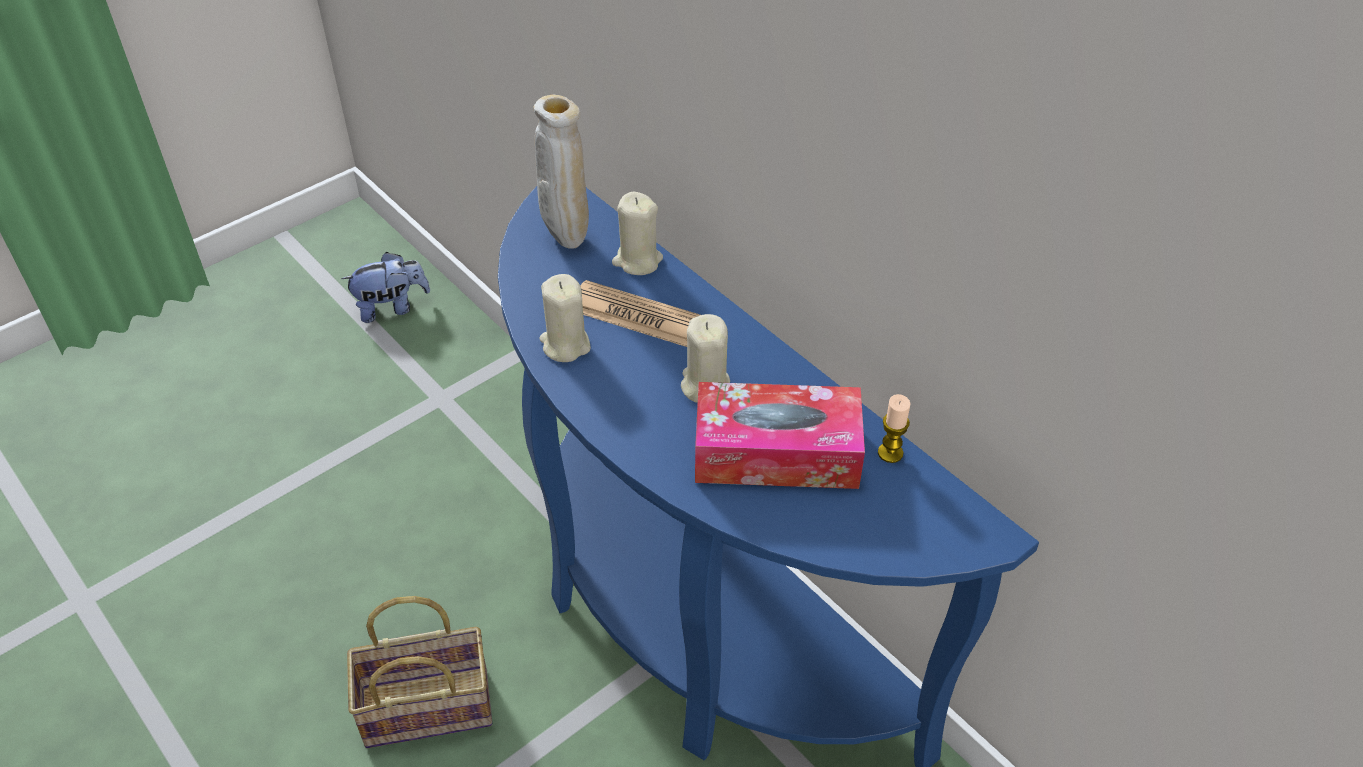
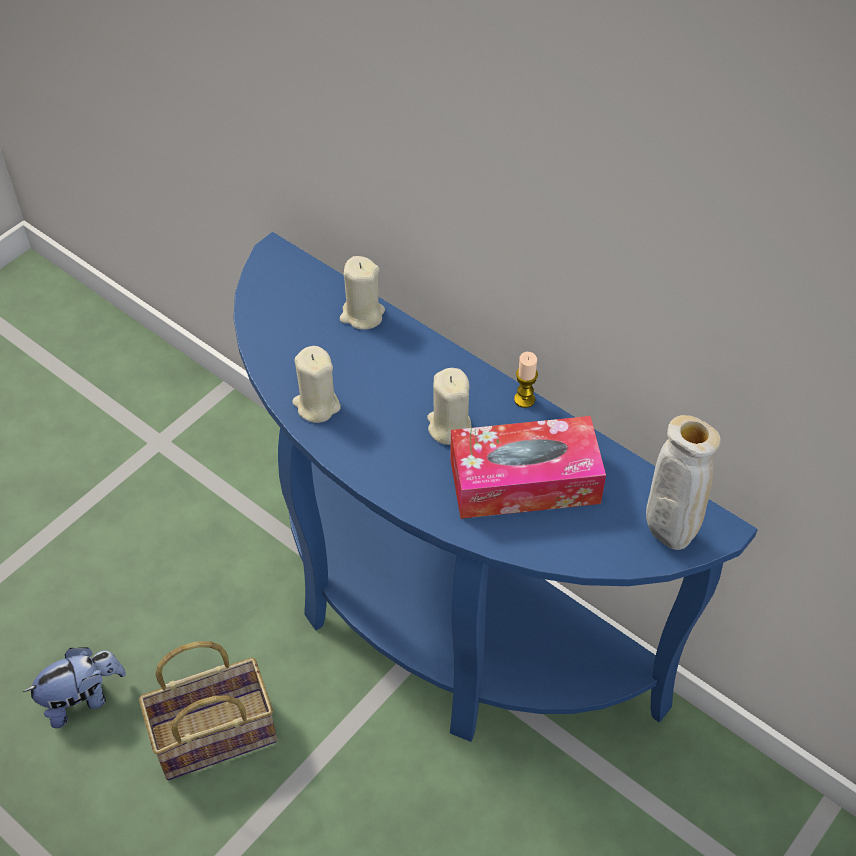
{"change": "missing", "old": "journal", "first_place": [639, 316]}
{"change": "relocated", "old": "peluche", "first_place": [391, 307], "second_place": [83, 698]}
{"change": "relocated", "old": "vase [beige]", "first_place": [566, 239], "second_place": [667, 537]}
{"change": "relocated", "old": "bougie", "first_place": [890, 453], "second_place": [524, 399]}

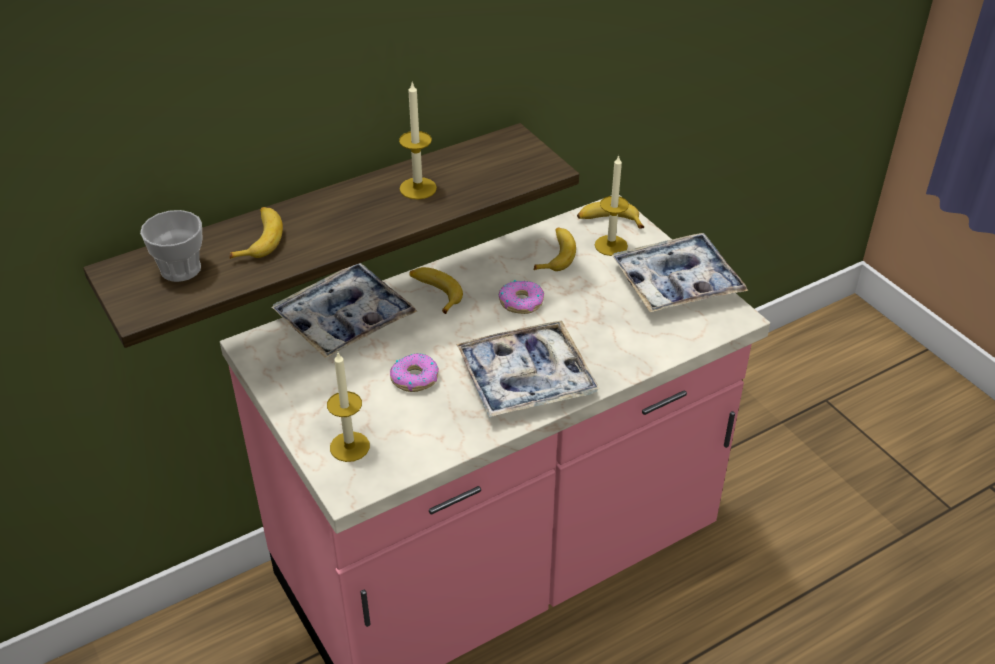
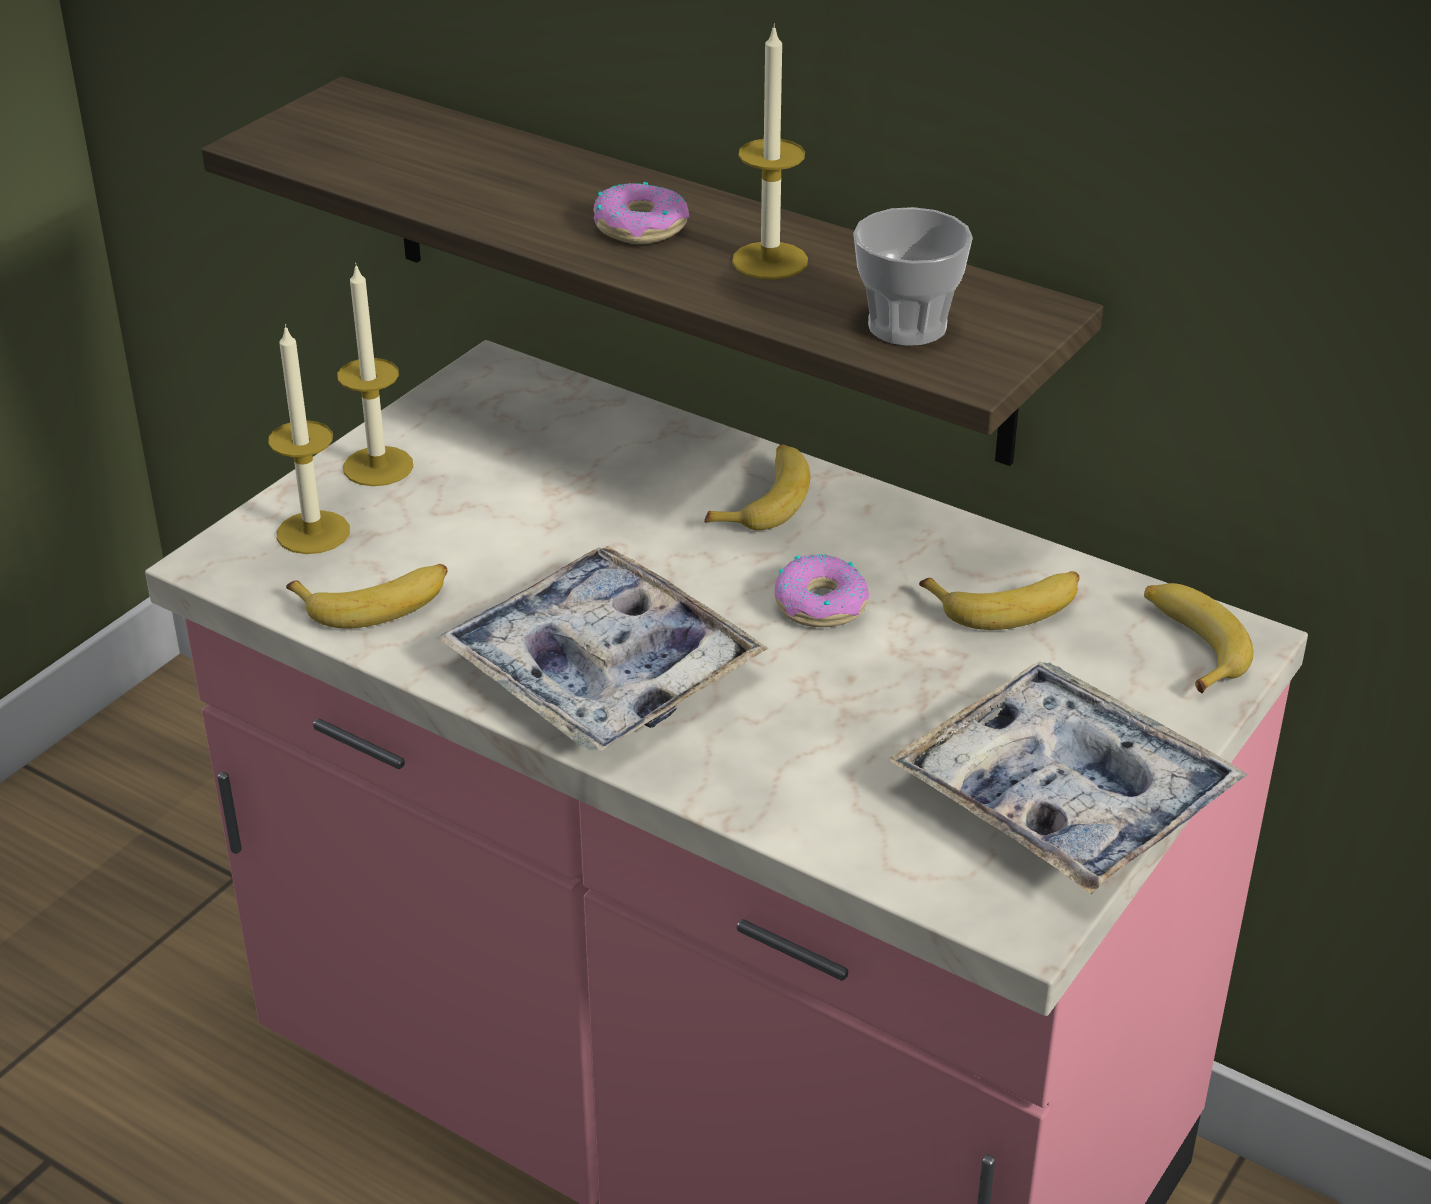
{"change": "missing", "old": "plateau", "first_place": [345, 319]}
{"change": "relocated", "old": "tasse", "first_place": [180, 269], "second_place": [907, 326]}
{"change": "relocated", "old": "banane", "first_place": [260, 239], "second_place": [375, 603]}
{"change": "relocated", "old": "beignet", "first_place": [414, 378], "second_place": [640, 227]}
{"change": "relocated", "old": "bougie", "first_place": [611, 245], "second_place": [378, 466]}

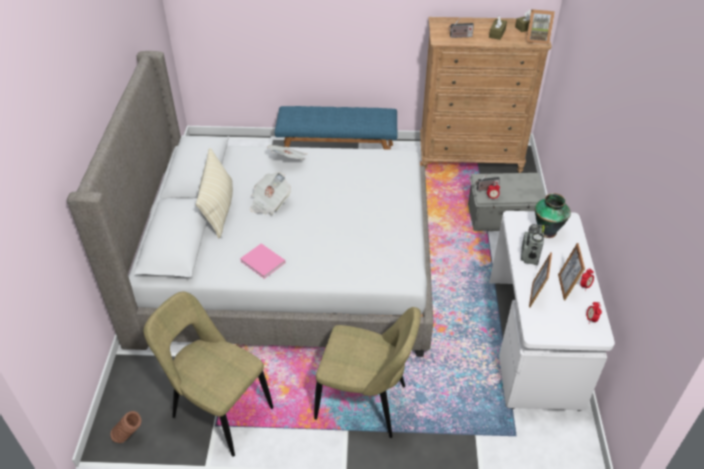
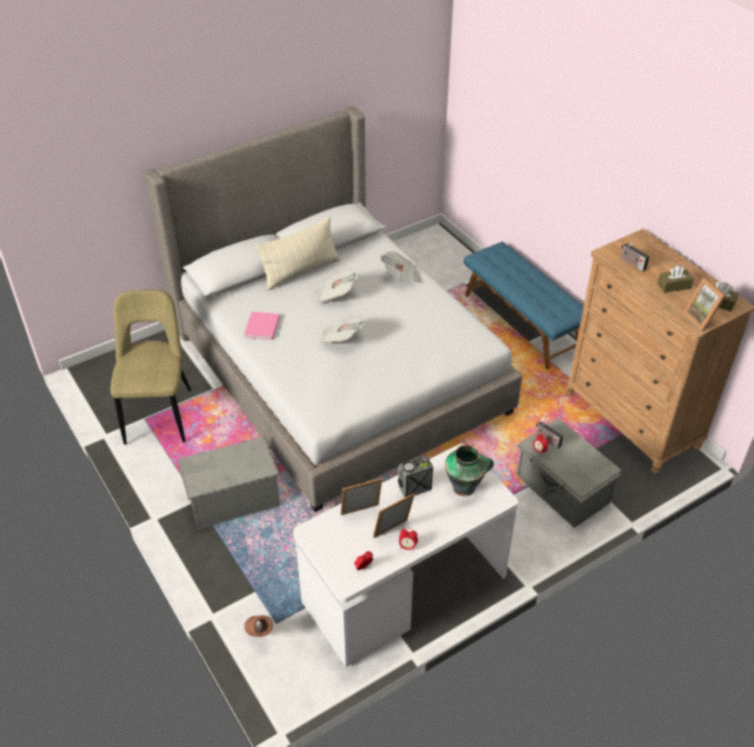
{"change": "appeared", "new": "journal", "second_place": [341, 338]}
{"change": "relocated", "old": "vase [marron]", "first_place": [130, 437], "second_place": [260, 637]}
{"change": "exchanged", "old": "chaise [beige]", "new": "boîte de rangement [gris]", "first_place": [365, 403], "second_place": [232, 498]}

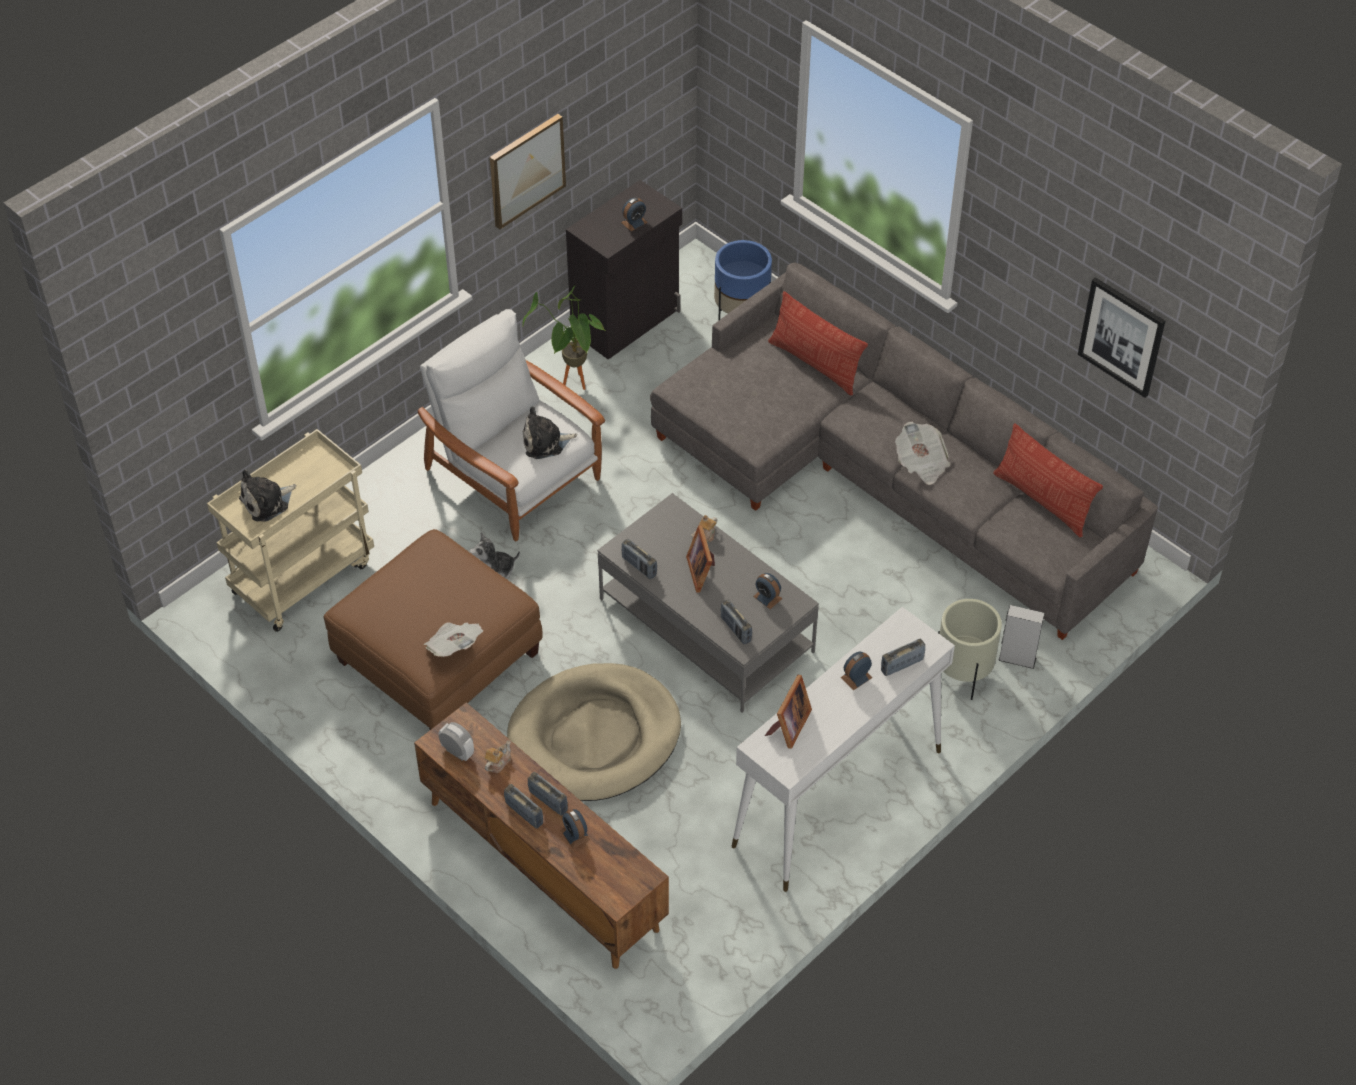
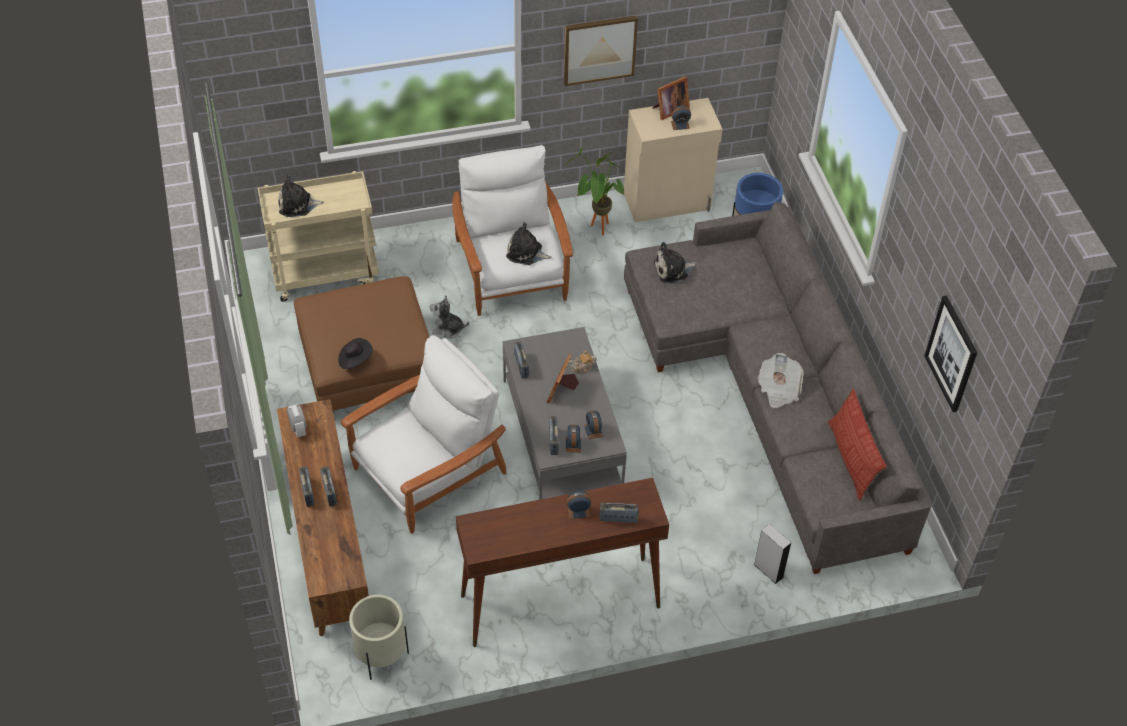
{"change": "missing", "old": "théière", "first_place": [498, 762]}
{"change": "missing", "old": "coussin", "first_place": [815, 364]}
{"change": "appeared", "new": "peluche", "second_place": [673, 270]}
{"change": "relocated", "old": "réveil", "first_place": [575, 834], "second_place": [573, 444]}
{"change": "relocated", "old": "cadre photo", "first_place": [788, 726], "second_place": [669, 110]}
{"change": "relocated", "old": "cache-pot [beige]", "first_place": [963, 675], "second_place": [381, 657]}
{"change": "exchanged", "old": "journal", "new": "chapeau [noir]", "first_place": [454, 647], "second_place": [355, 359]}
{"change": "exchanged", "old": "panier pour chien [beige]", "new": "fauteuil [blanc]", "first_place": [595, 736], "second_place": [428, 472]}
{"change": "colour", "old": "meuble de rangement [noir]", "new": "meuble de rangement [beige]", "first_place": [627, 321], "second_place": [668, 202]}
{"change": "colour", "old": "table console [blanc]", "new": "table console [marron]", "first_place": [837, 799], "second_place": [559, 602]}

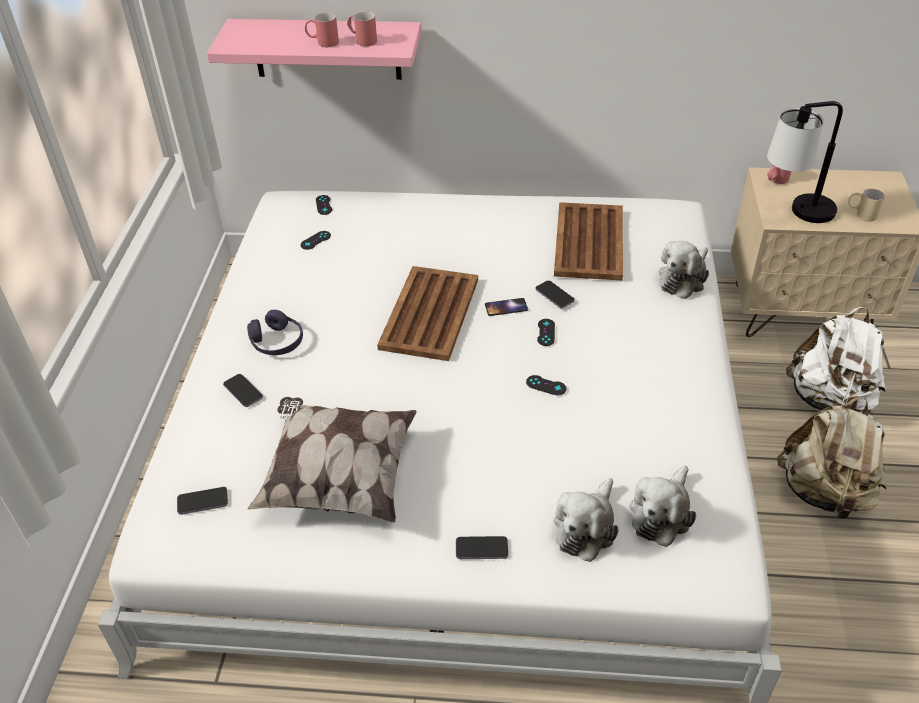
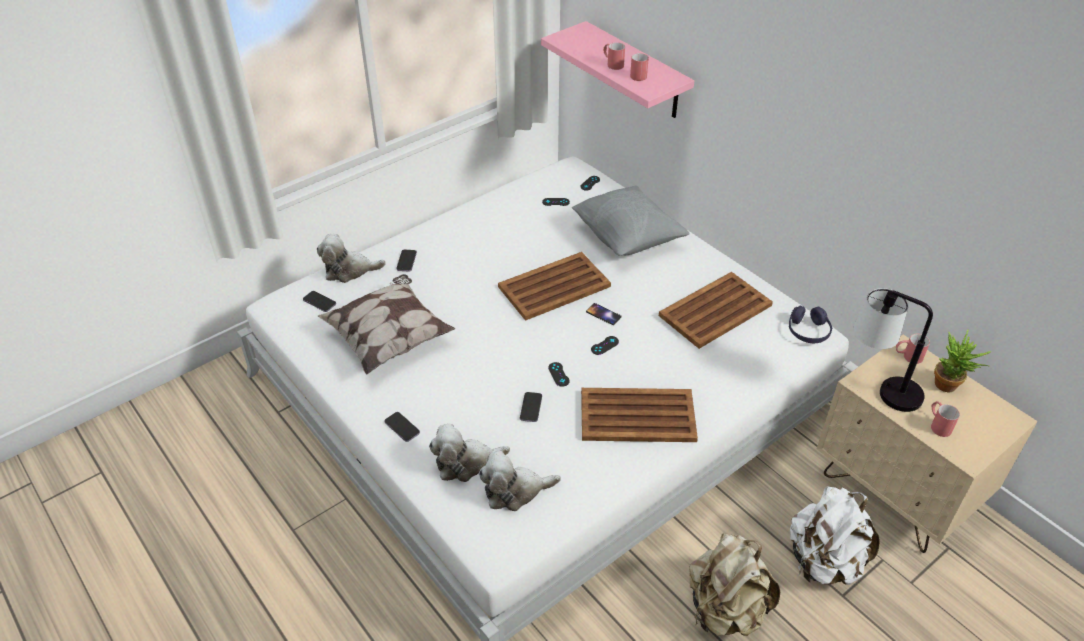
{"change": "appeared", "new": "coussin [gris]", "second_place": [627, 239]}
{"change": "appeared", "new": "plateau [marron]", "second_place": [638, 416]}
{"change": "appeared", "new": "plante en pot", "second_place": [949, 387]}
{"change": "relocated", "old": "casque audio [violet]", "first_place": [277, 342], "second_place": [808, 331]}
{"change": "relocated", "old": "téléphone", "first_place": [554, 295], "second_place": [531, 408]}
{"change": "relocated", "old": "peluche", "first_place": [683, 279], "second_place": [349, 270]}
{"change": "colour", "old": "mug [beige]", "new": "mug [rouge]", "first_place": [861, 214], "second_place": [938, 425]}

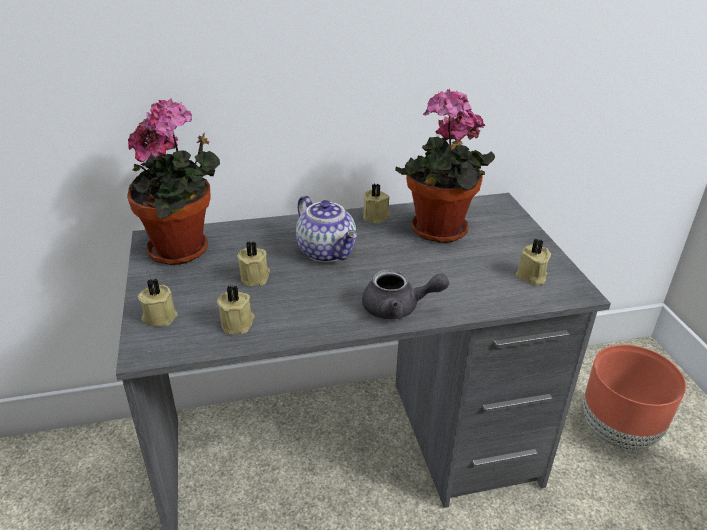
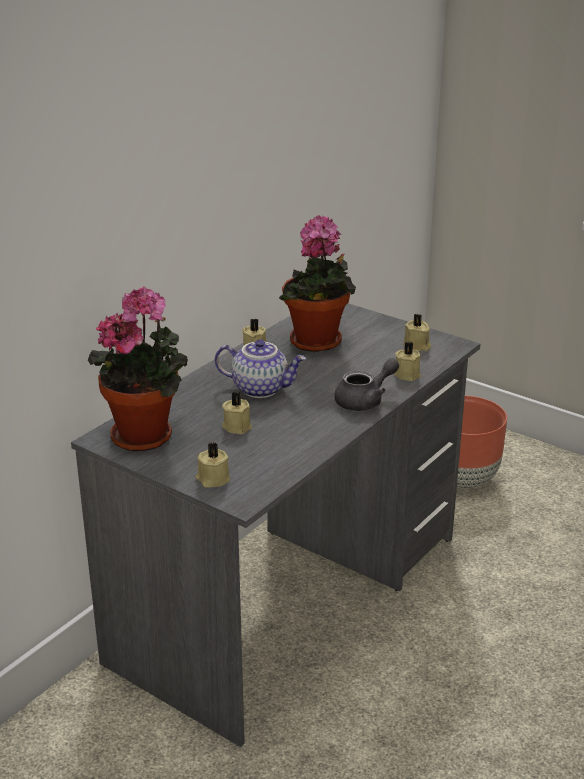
{"change": "relocated", "old": "bougie [beige]", "first_place": [238, 323], "second_place": [407, 374]}

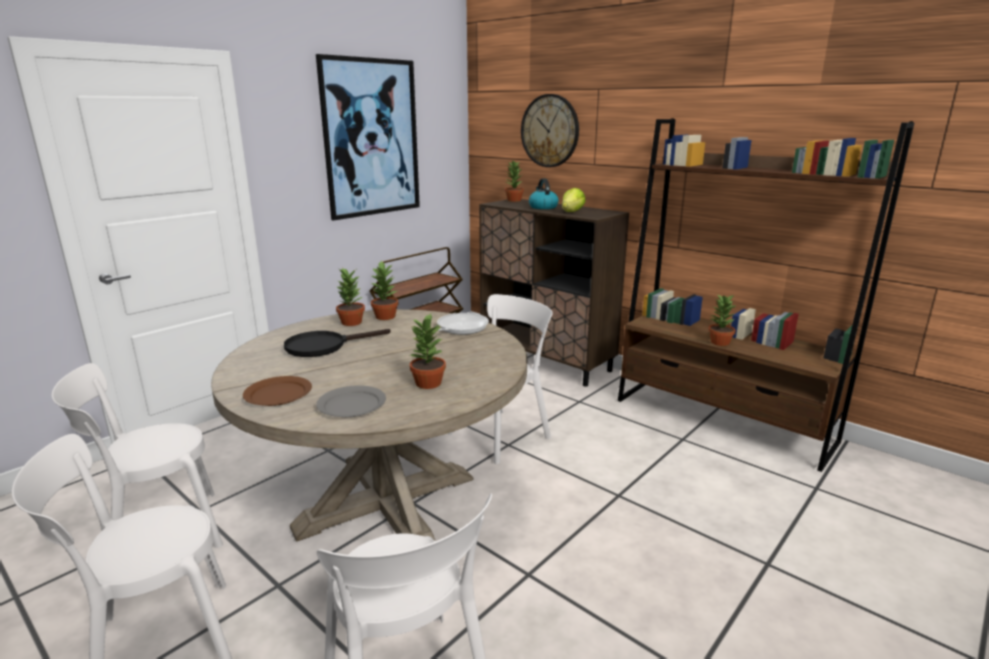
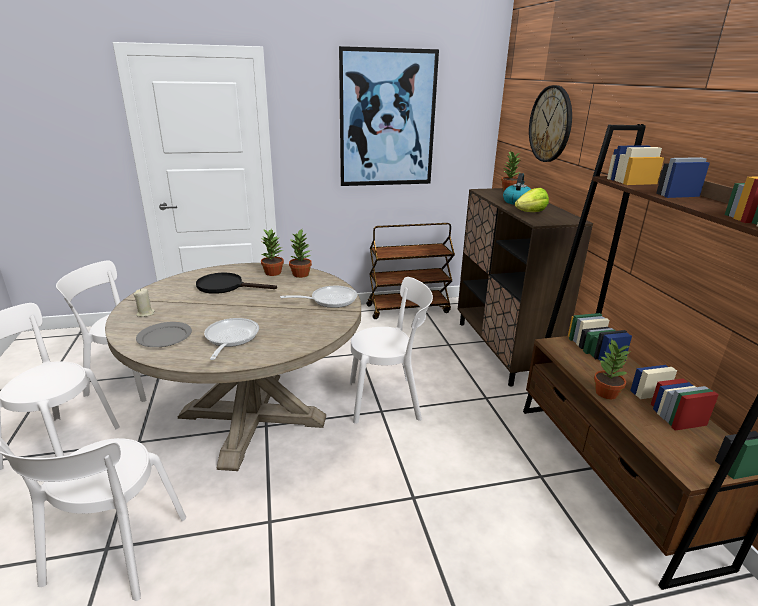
{"change": "exchanged", "old": "assiette [marron]", "new": "bougie [beige]", "first_place": [278, 394], "second_place": [145, 313]}
{"change": "exchanged", "old": "plante en pot", "new": "poêle", "first_place": [427, 383], "second_place": [230, 338]}

